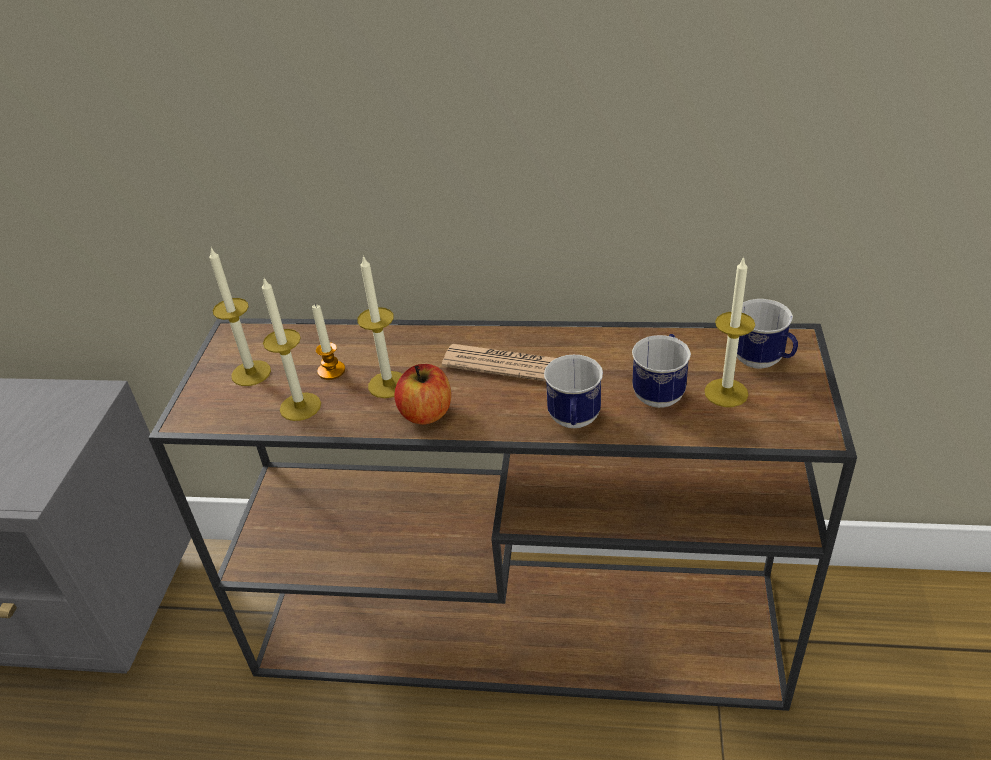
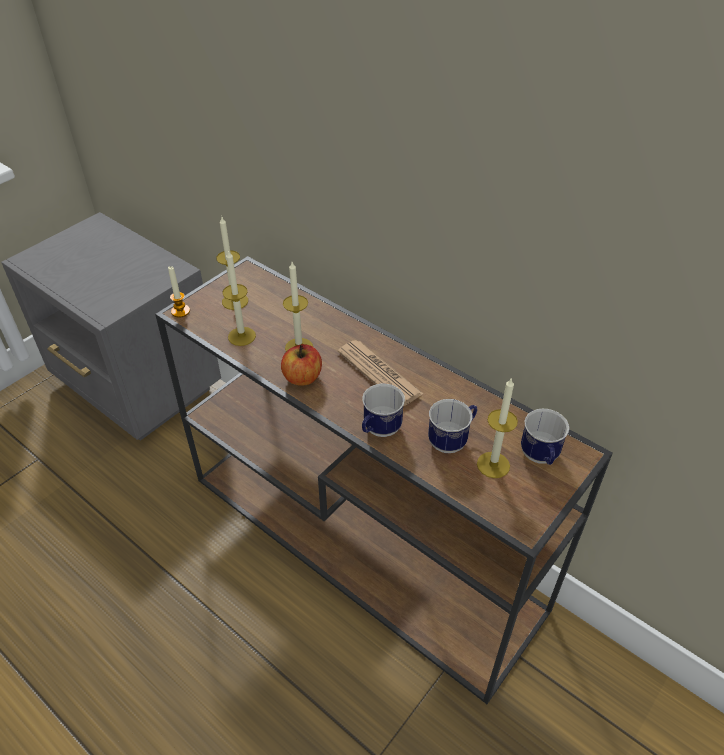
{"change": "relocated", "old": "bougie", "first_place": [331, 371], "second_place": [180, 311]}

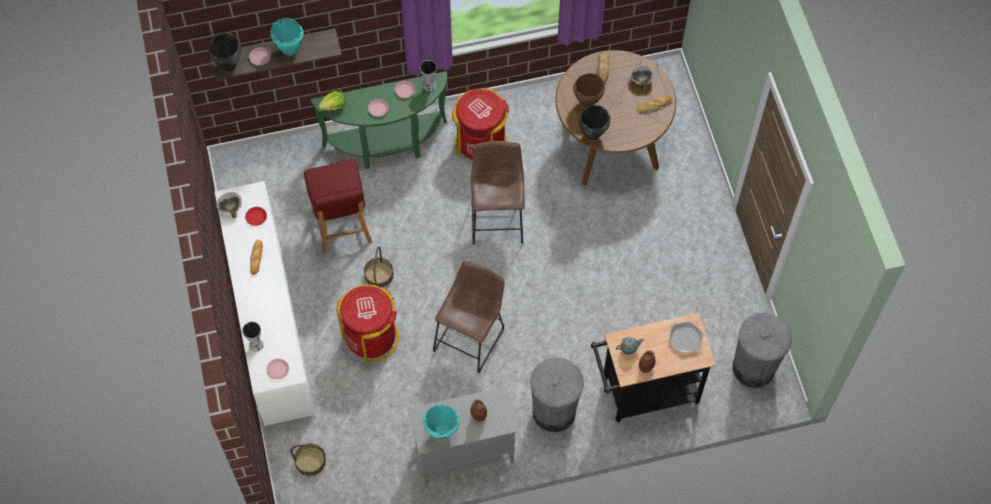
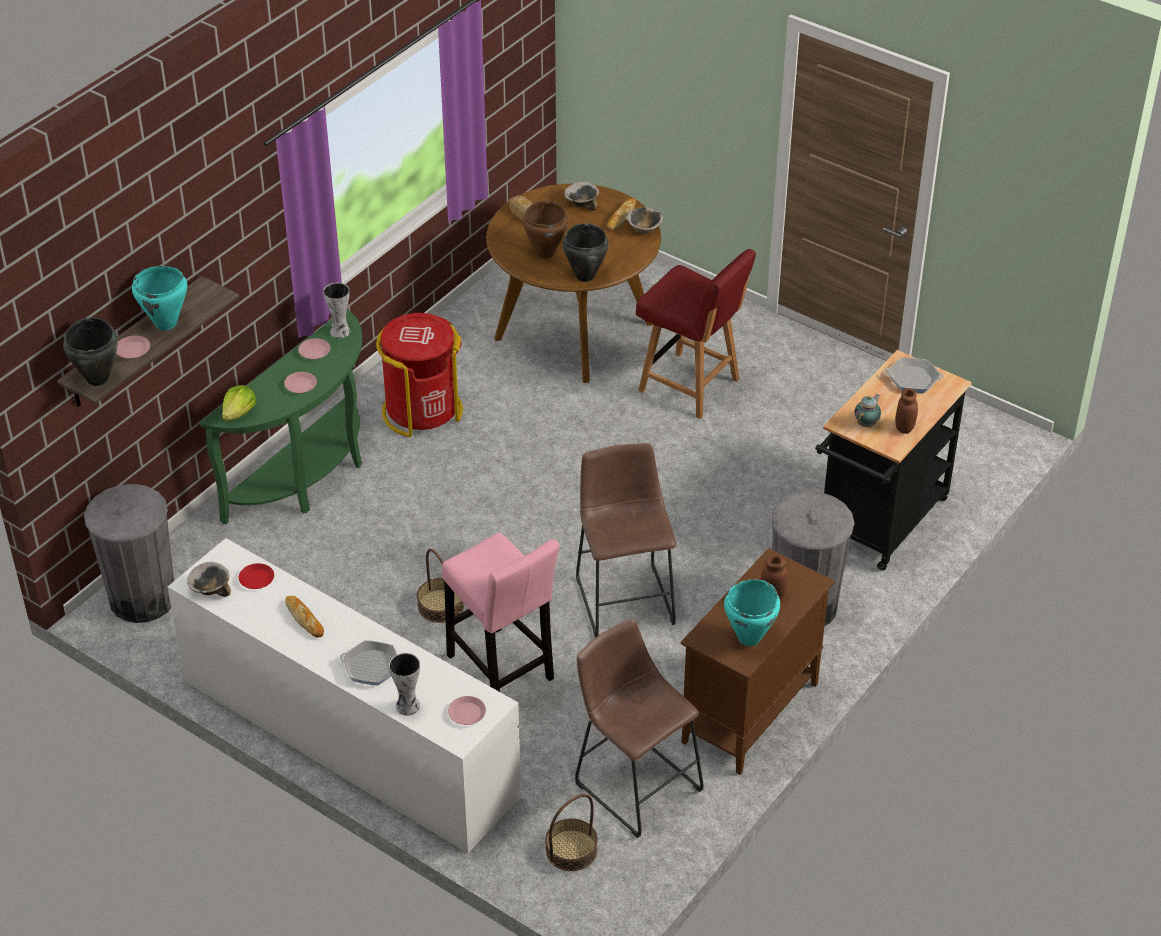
{"change": "appeared", "new": "poêle", "second_place": [372, 667]}
{"change": "appeared", "new": "bol", "second_place": [644, 230]}
{"change": "relocated", "old": "chaise [rouge]", "first_place": [342, 228], "second_place": [691, 386]}
{"change": "relocated", "old": "tabouret [marron]", "first_place": [497, 217], "second_place": [634, 782]}
{"change": "relocated", "old": "poubelle [gris]", "first_place": [753, 368], "second_place": [143, 598]}
{"change": "exchanged", "old": "poubelle [rouge]", "new": "tabouret [rose]", "first_place": [371, 337], "second_place": [502, 672]}
{"change": "colour", "old": "meuble de rangement [gris]", "new": "meuble de rangement [marron]", "first_place": [463, 453], "second_place": [749, 714]}

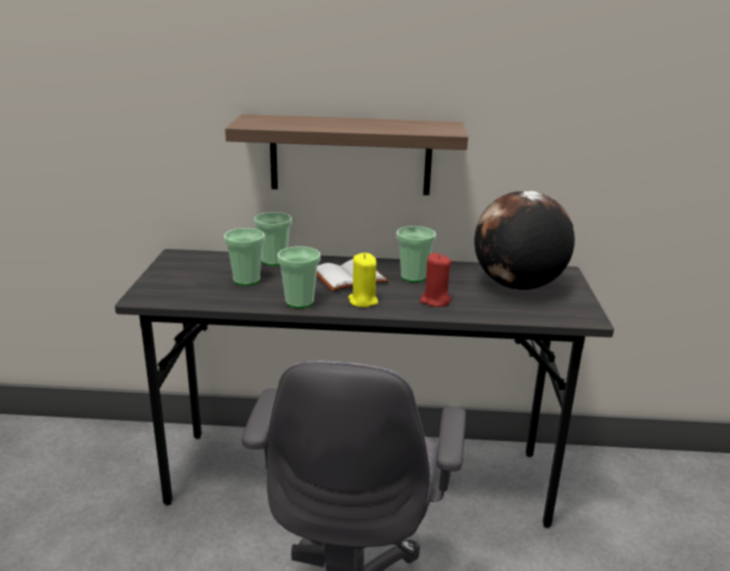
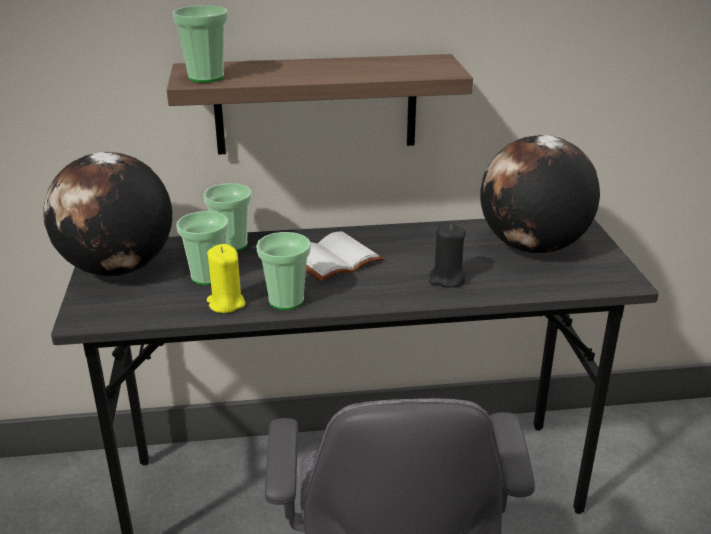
{"change": "appeared", "new": "globe", "second_place": [118, 269]}
{"change": "relocated", "old": "bougie [jaune]", "first_place": [363, 301], "second_place": [226, 303]}
{"change": "relocated", "old": "tasse", "first_place": [413, 277], "second_place": [206, 77]}
{"change": "colour", "old": "bougie [rouge]", "new": "bougie [noir]", "first_place": [435, 301], "second_place": [447, 279]}

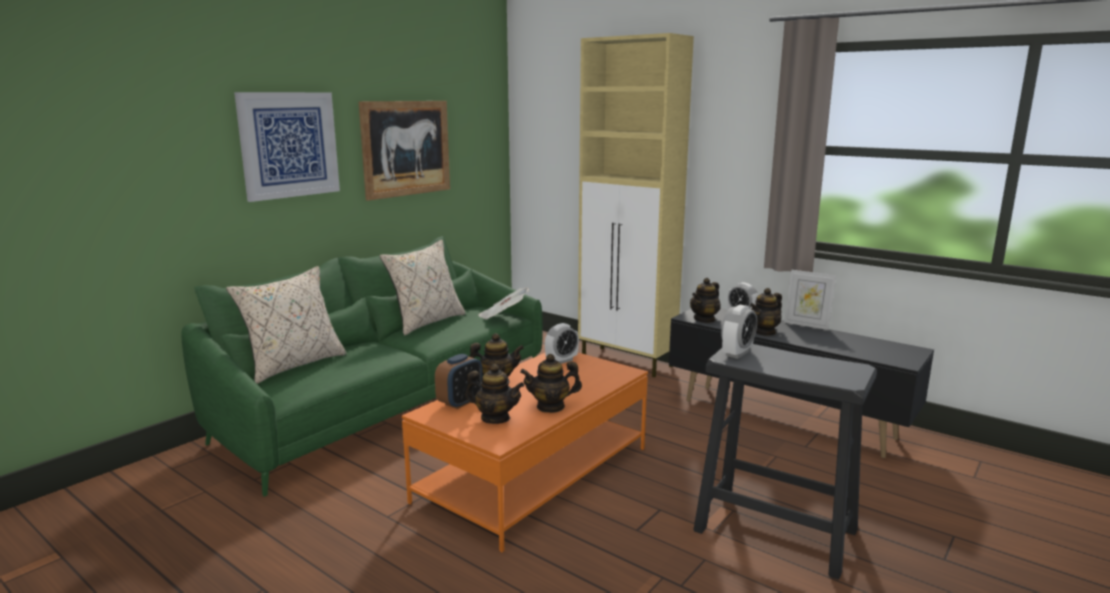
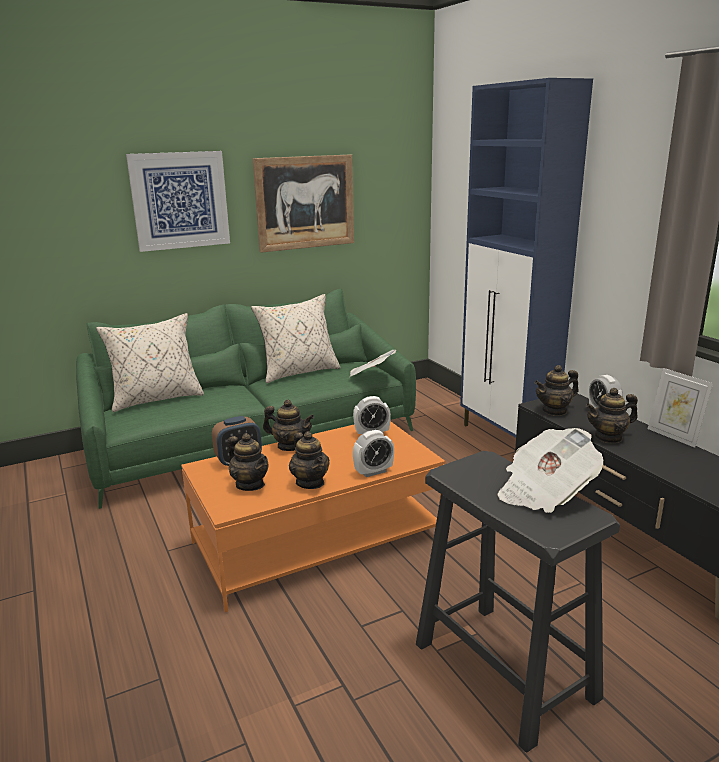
{"change": "appeared", "new": "journal", "second_place": [544, 492]}
{"change": "relocated", "old": "réveil", "first_place": [737, 353], "second_place": [373, 472]}
{"change": "colour", "old": "meuble de rangement [beige]", "new": "meuble de rangement [bleu]", "first_place": [627, 362], "second_place": [506, 438]}
{"change": "spun", "old": "théière", "first_place": [551, 406], "second_place": [310, 482], "degrees": -135}

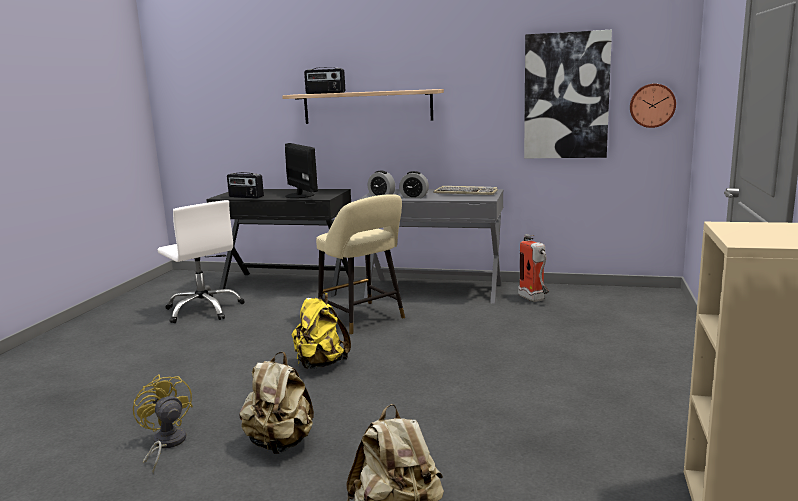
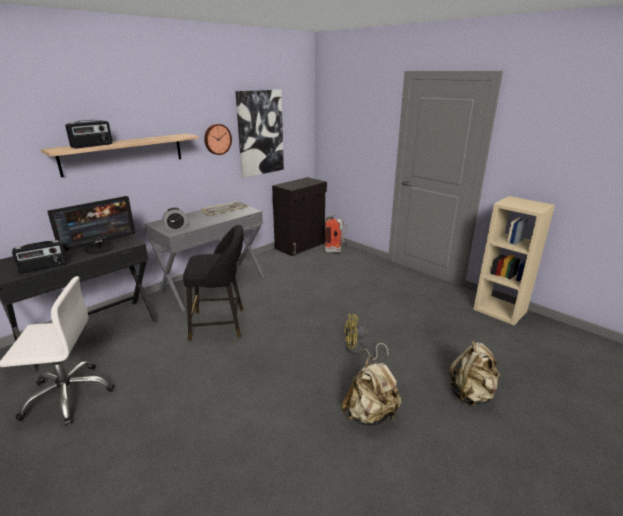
{"change": "missing", "old": "sac à dos [jaune]", "first_place": [320, 364]}
{"change": "missing", "old": "réveil", "first_place": [414, 197]}
{"change": "appeared", "new": "meuble de rangement [noir]", "second_place": [300, 246]}
{"change": "relocated", "old": "ventilateur [jaune]", "first_place": [166, 444], "second_place": [358, 350]}
{"change": "relocated", "old": "extincteur", "first_place": [534, 300], "second_place": [336, 251]}
{"change": "relocated", "old": "horloge murale", "first_place": [652, 105], "second_place": [217, 139]}
{"change": "colour", "old": "tabouret [beige]", "new": "tabouret [noir]", "first_place": [364, 319], "second_place": [221, 324]}
{"change": "spun", "old": "écran d'ordinateur", "first_place": [300, 195], "second_place": [100, 248], "degrees": 135}

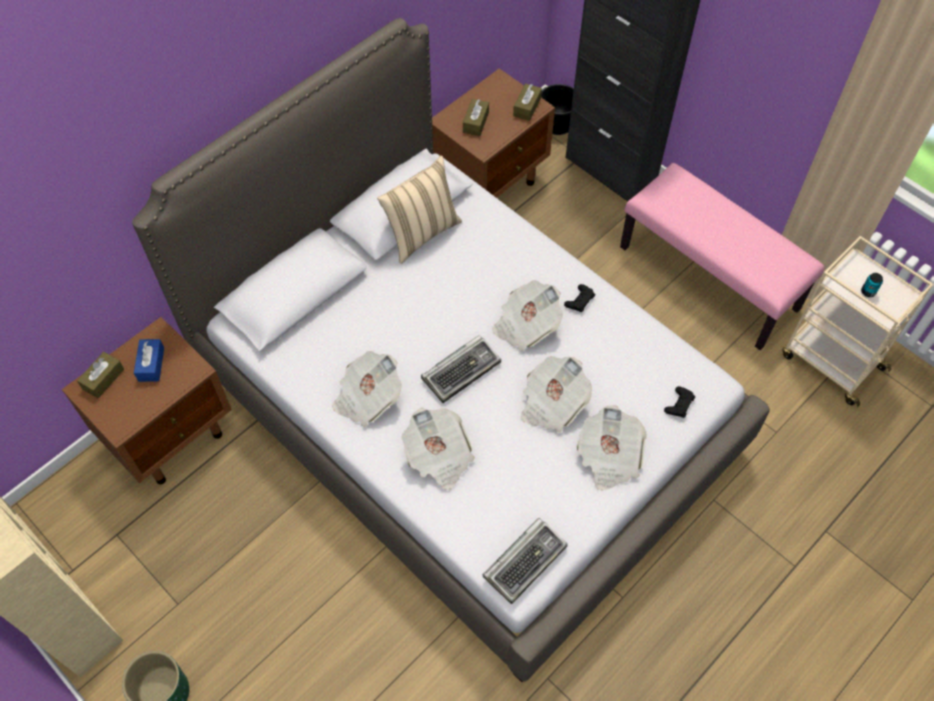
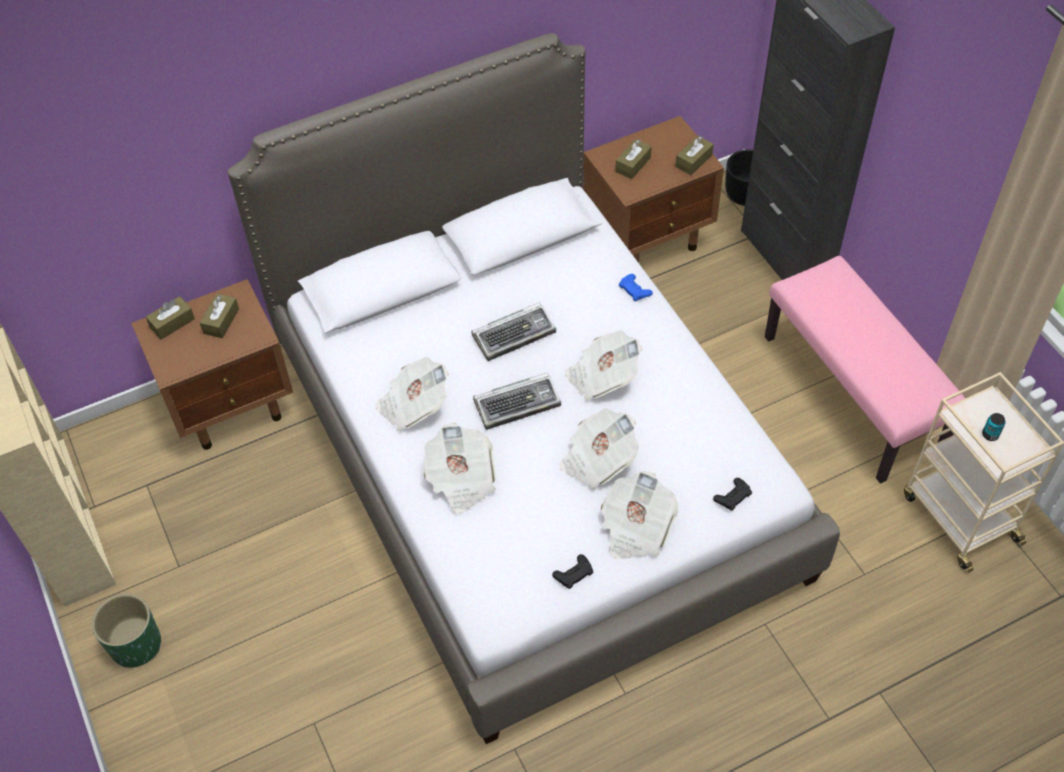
{"change": "missing", "old": "coussin [beige]", "first_place": [421, 233]}
{"change": "appeared", "new": "manette [bleu]", "second_place": [634, 290]}
{"change": "relocated", "old": "clavier", "first_place": [525, 561], "second_place": [515, 334]}
{"change": "relocated", "old": "manette [noir]", "first_place": [579, 300], "second_place": [573, 574]}
{"change": "colour", "old": "boîte à mouchoirs [bleu]", "new": "boîte à mouchoirs [marron]", "first_place": [151, 364], "second_place": [221, 321]}

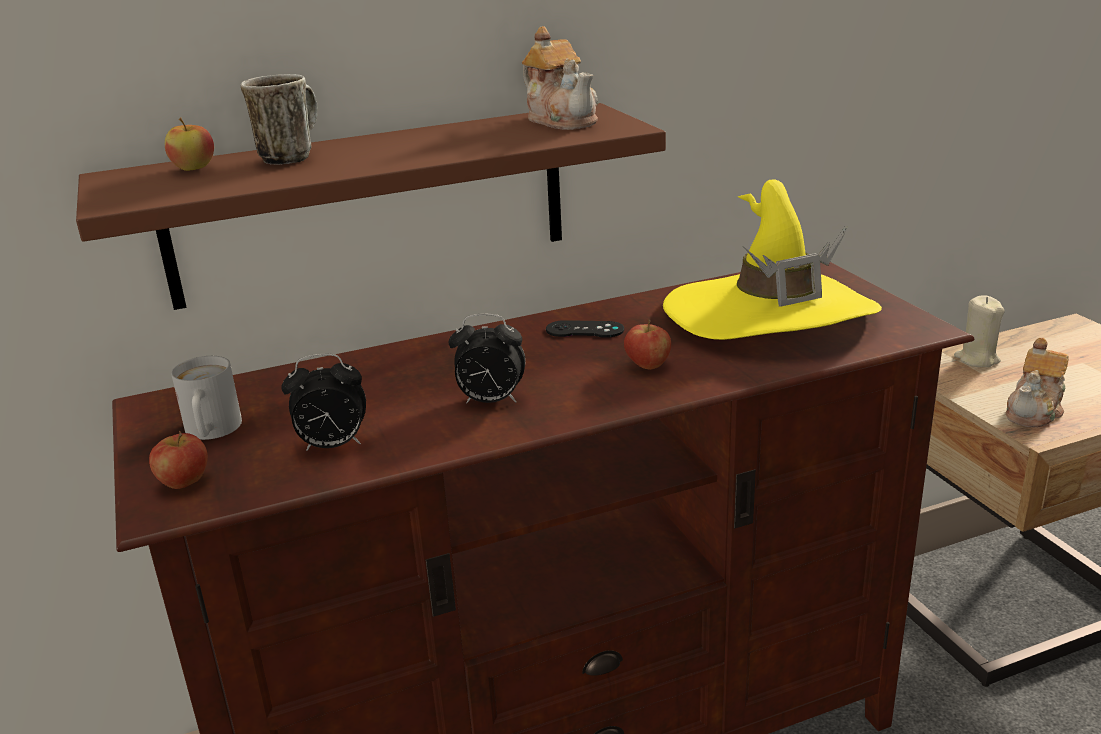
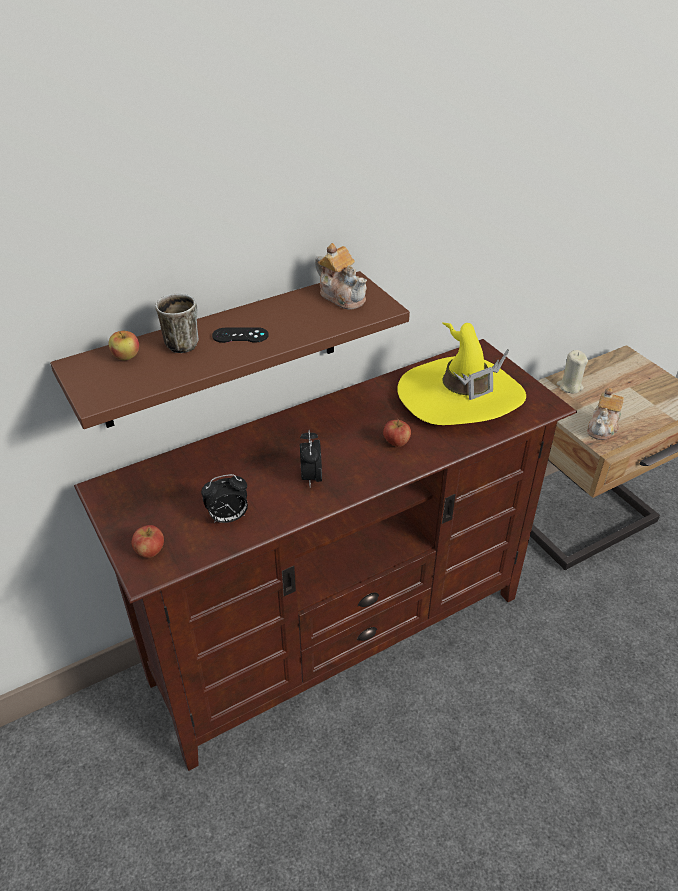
{"change": "missing", "old": "mug [blanc]", "first_place": [212, 432]}
{"change": "relocated", "old": "manette [noir]", "first_place": [584, 330], "second_place": [240, 335]}
{"change": "spun", "old": "réveil", "first_place": [490, 401], "second_place": [311, 477], "degrees": 90}

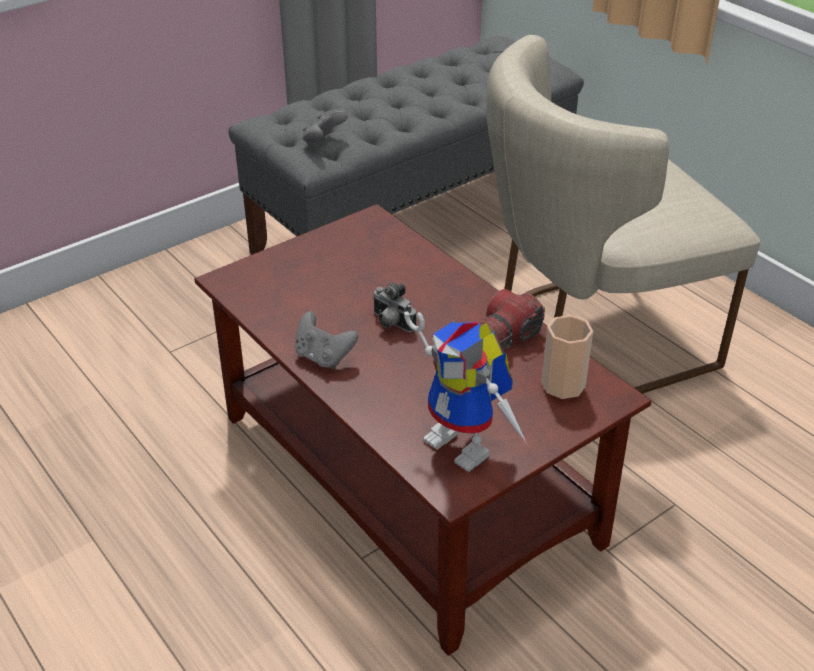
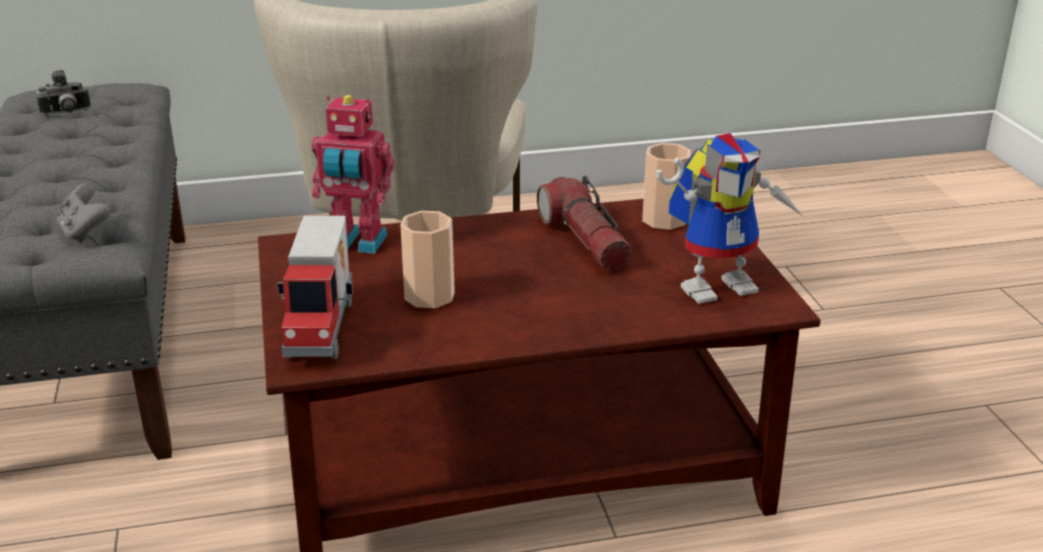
{"change": "missing", "old": "manette [gris]", "first_place": [323, 357]}
{"change": "appeared", "new": "camion jouet", "second_place": [324, 328]}
{"change": "appeared", "new": "robot jouet", "second_place": [357, 244]}
{"change": "appeared", "new": "tasse", "second_place": [429, 296]}
{"change": "relocated", "old": "appareil photo", "first_place": [391, 323], "second_place": [66, 113]}

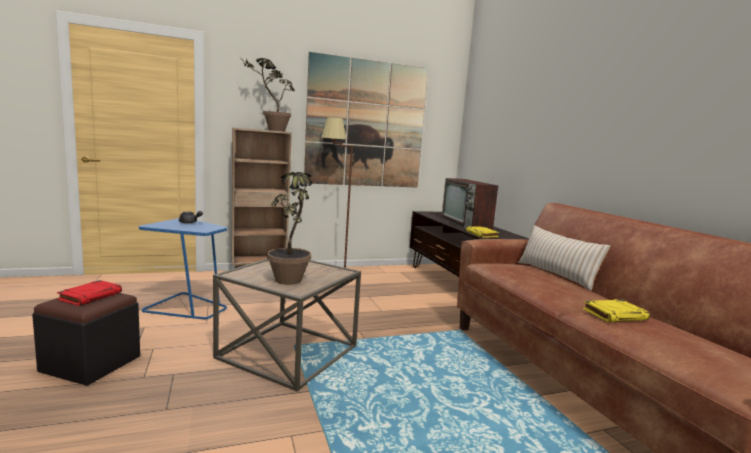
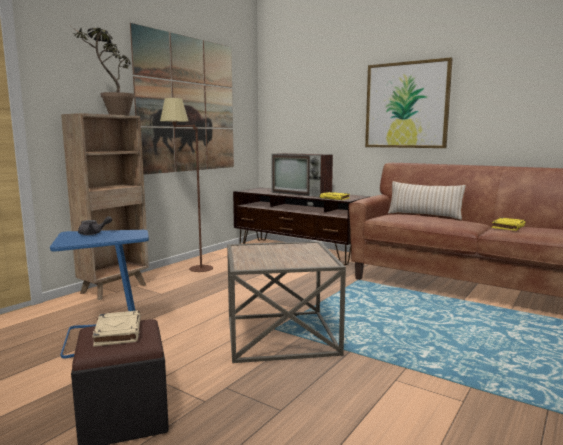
{"change": "missing", "old": "plante en pot", "first_place": [291, 277]}
{"change": "appeared", "new": "tableau", "second_place": [406, 105]}
{"change": "colour", "old": "livre [rouge]", "new": "livre [beige]", "first_place": [91, 296], "second_place": [117, 332]}

